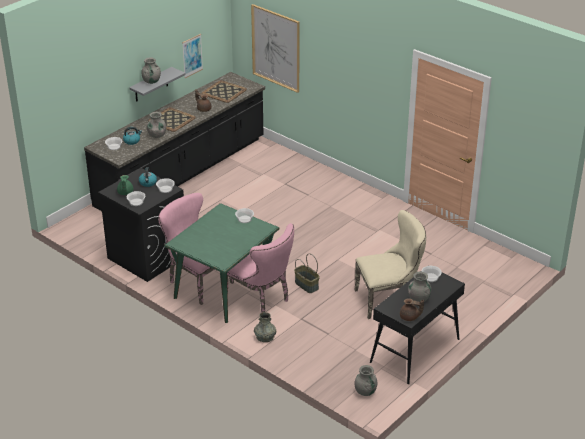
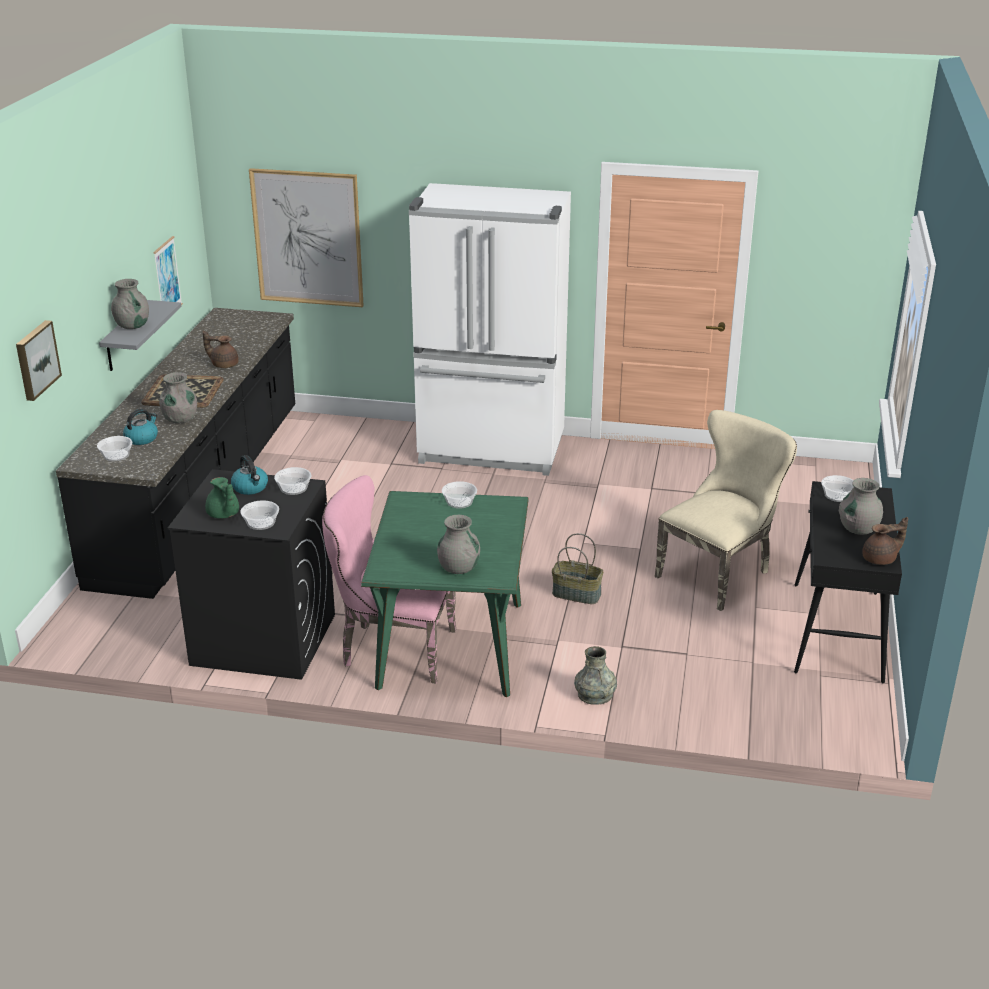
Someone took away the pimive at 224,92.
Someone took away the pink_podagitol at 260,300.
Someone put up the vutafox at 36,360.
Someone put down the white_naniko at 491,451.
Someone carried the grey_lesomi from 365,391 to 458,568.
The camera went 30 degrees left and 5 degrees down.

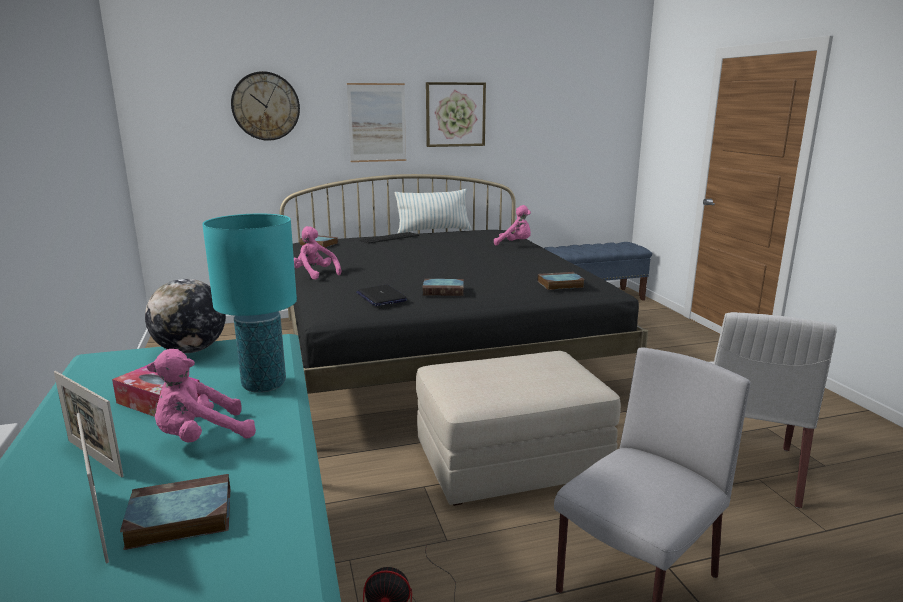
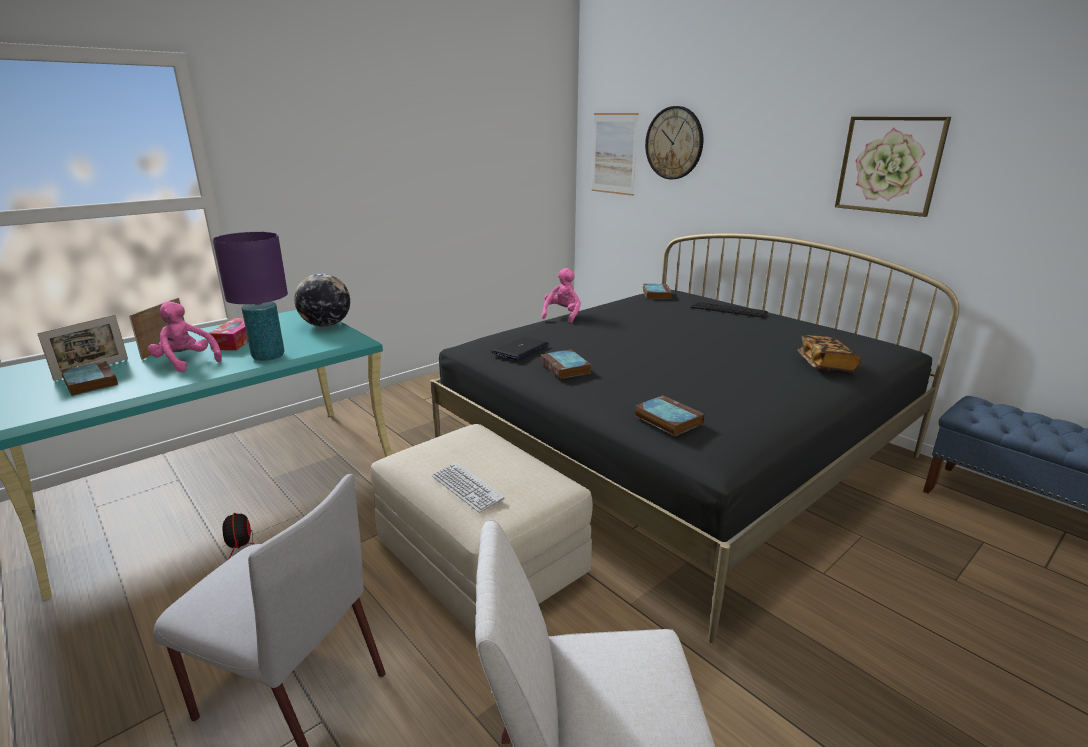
Someone took away the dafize at 433,231.
Someone put down the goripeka at 467,488.
Someone carried the vutafox from 377,123 to 614,154.
Someone swapped the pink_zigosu at 515,244 for the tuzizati at 825,365.
Someone repainted the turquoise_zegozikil at 264,385, which became the purple_zegozikil at 268,356.
The camera went 65 degrees right and 5 degrees up.

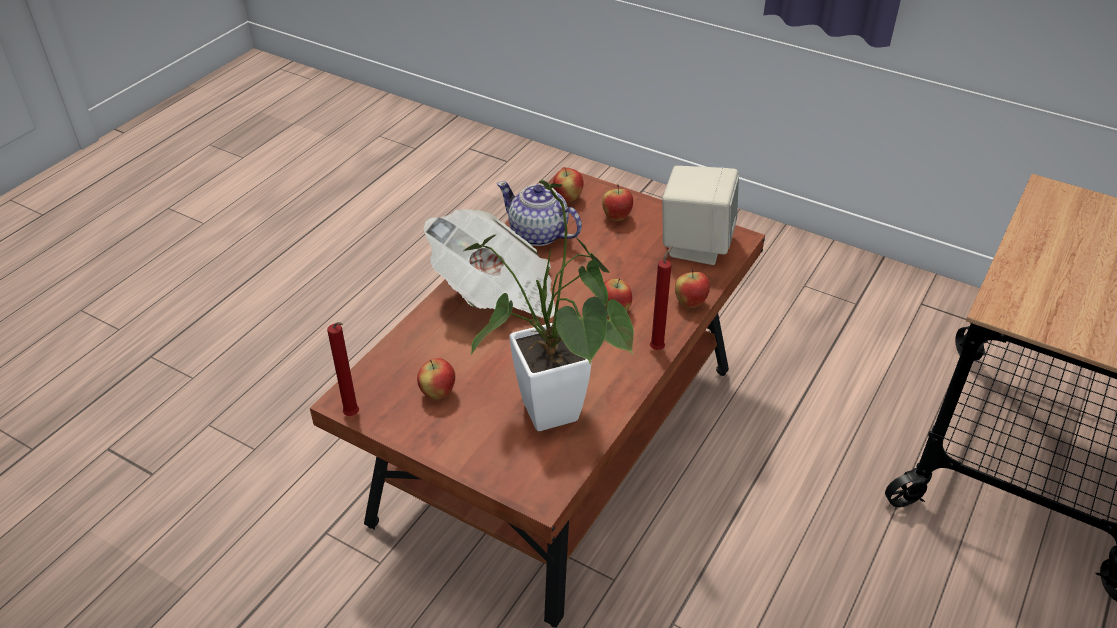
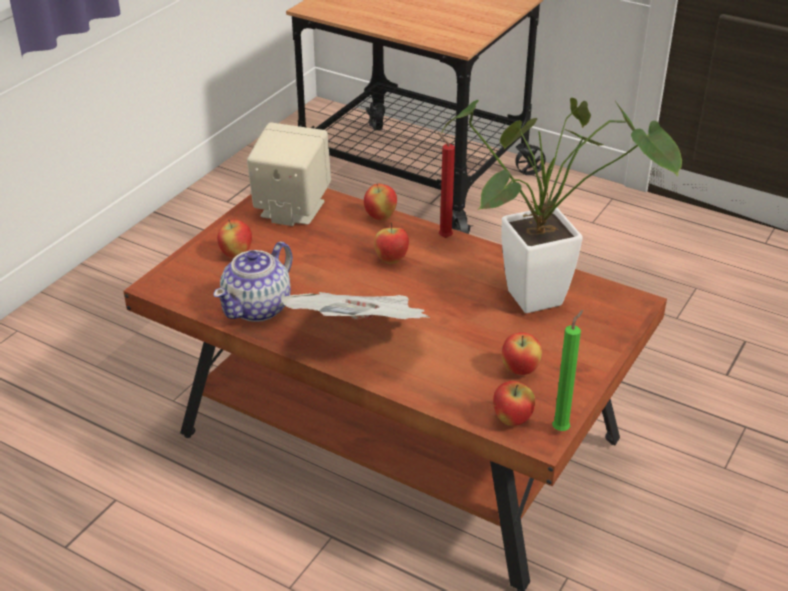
Someone carried the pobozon from 568,198 to 512,420.
Someone repainted the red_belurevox at 353,416, which became the green_belurevox at 562,428.
The camera went 90 degrees left and 5 degrees down.

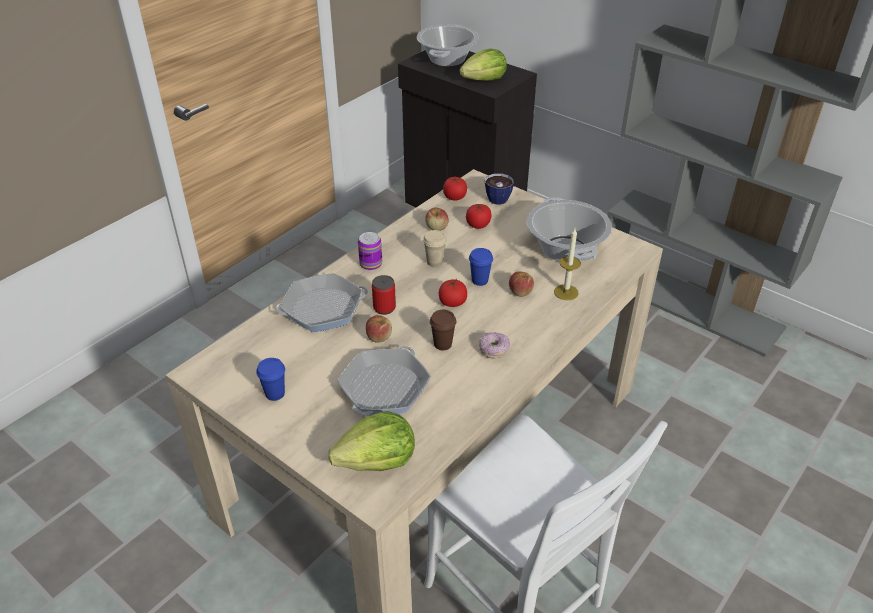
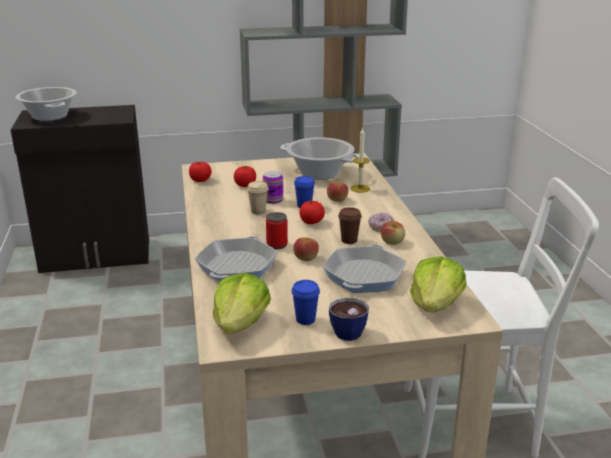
Someone carried the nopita from 371,264 to 273,200.
Someone carried the pobozon from 437,228 to 392,242.
Someone carried the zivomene from 484,80 to 240,324.
Someone carried the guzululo from 500,197 to 345,330.
Someone rotated the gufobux at 385,388 by 135 degrees counterclockwise.
The camera went 50 degrees left and 15 degrees down.

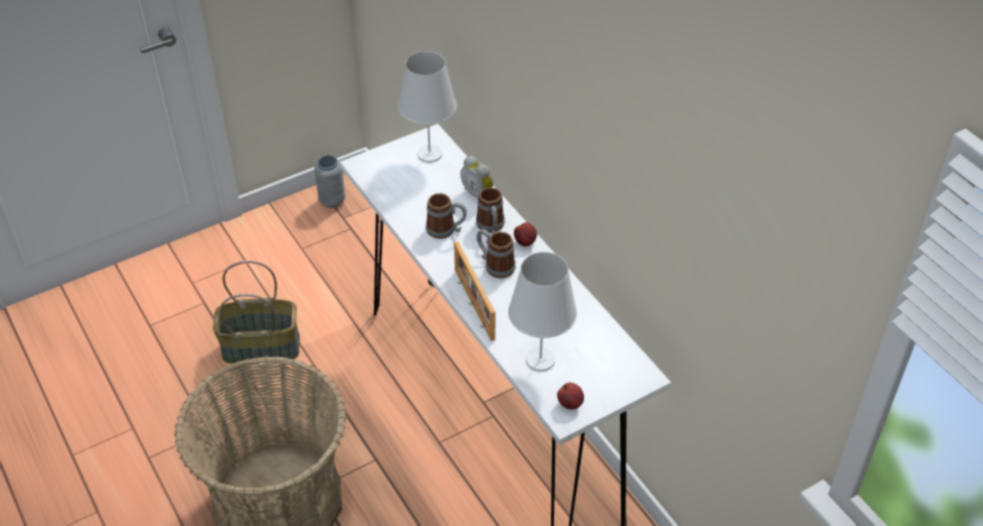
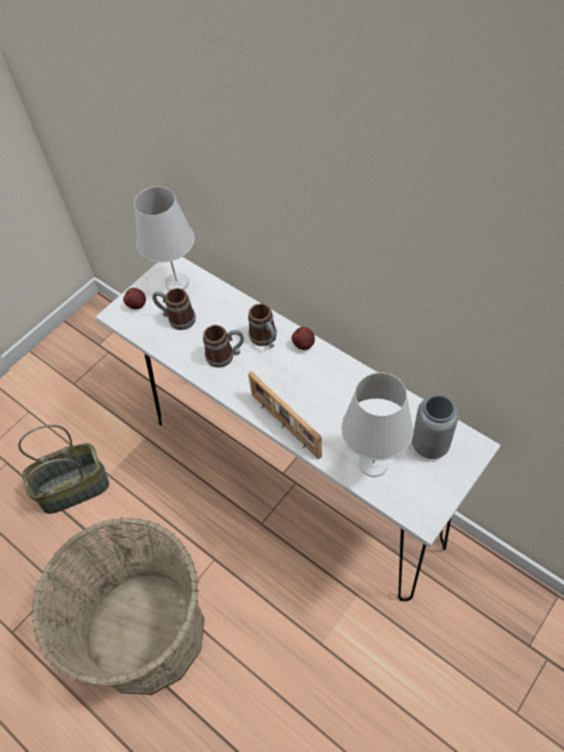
Someone took away the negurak at 478,193.
Someone carried the grey_lesomi from 332,201 to 430,445.
Someone carried the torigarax from 495,265 to 177,318.
Someone carried the pobozon from 570,404 to 137,305.
The camera went 15 degrees left and 10 degrees up.

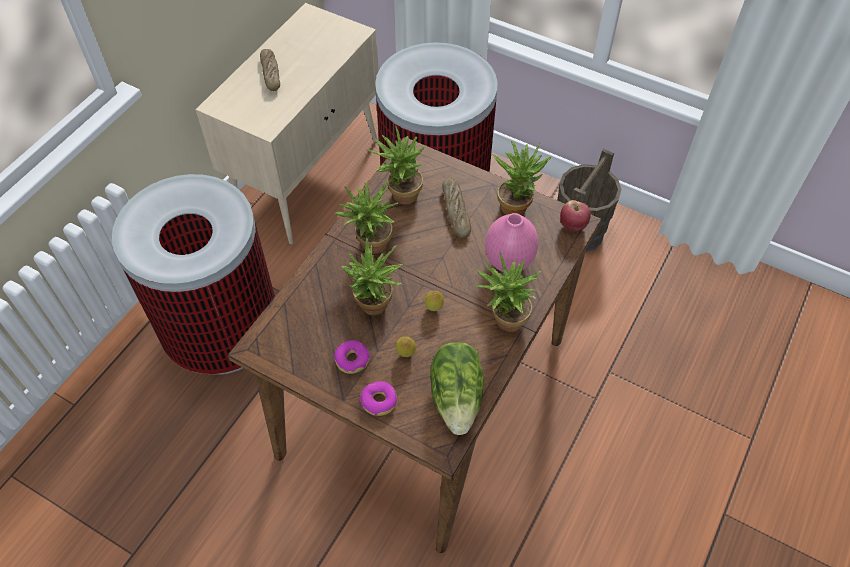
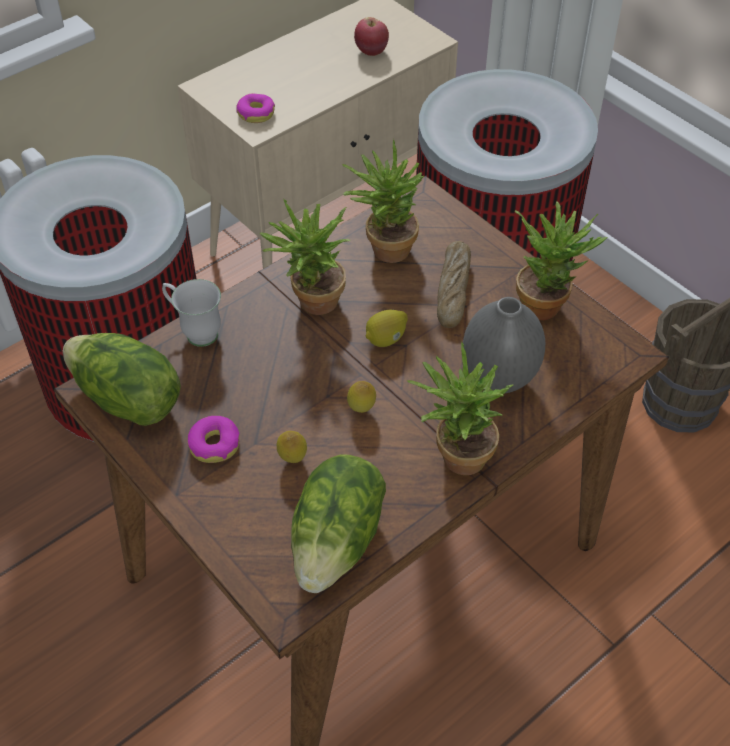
Someone took away the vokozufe at 270,73.
Someone took away the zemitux at 374,309.
Someone put down the zivomene at 127,401.
Someone put down the white_torigarax at 195,331.
Someone put down the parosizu at 386,339.
Someone carried the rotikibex from 379,401 to 256,113.
Someone carried the pobozon from 573,226 to 371,51.
Someone repainted the pink_lesomi at 509,263, which became the grey_lesomi at 500,380.
The camera went 20 degrees right and 5 degrees down.

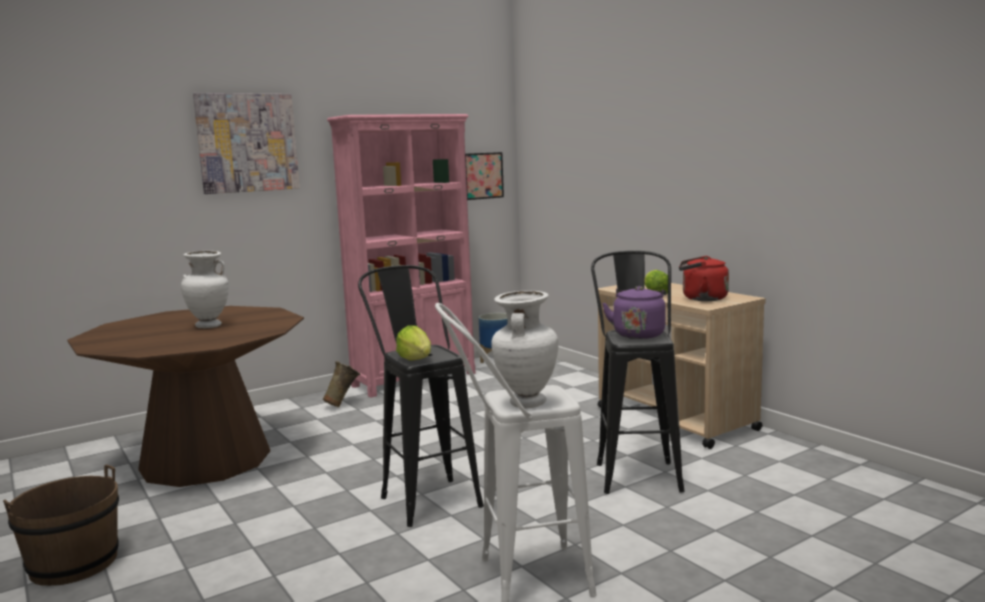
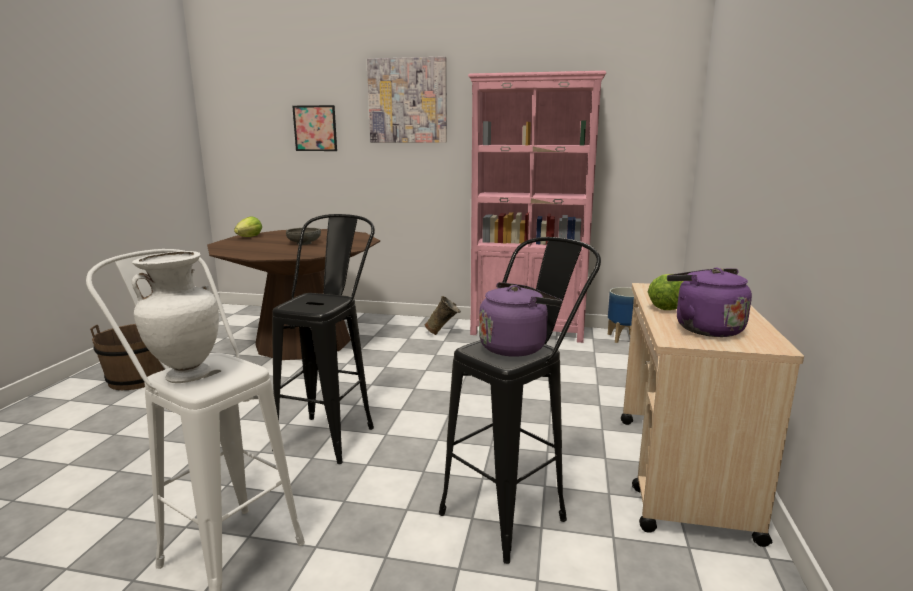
Someone carried the zivomene from 416,360 to 249,237.
Someone carried the vutafox from 483,175 to 315,128.
Someone swapped the white_lesomi at 209,326 for the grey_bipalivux at 304,243.
Someone repainted the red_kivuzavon at 701,298, which became the purple_kivuzavon at 704,328.
The camera went 45 degrees right and 5 degrees up.

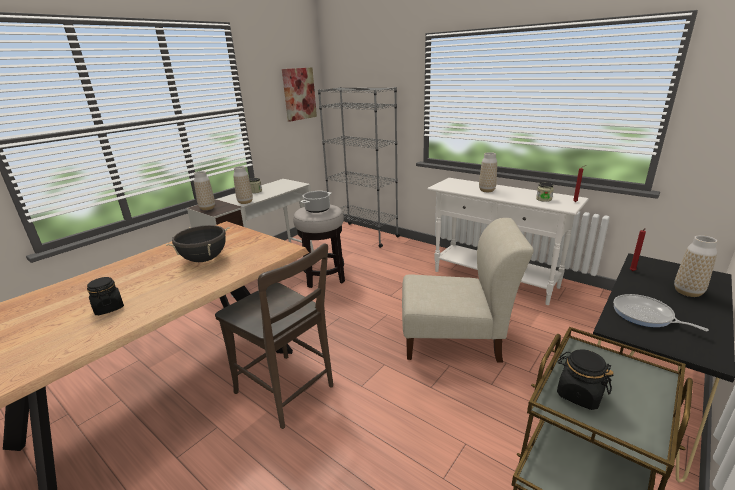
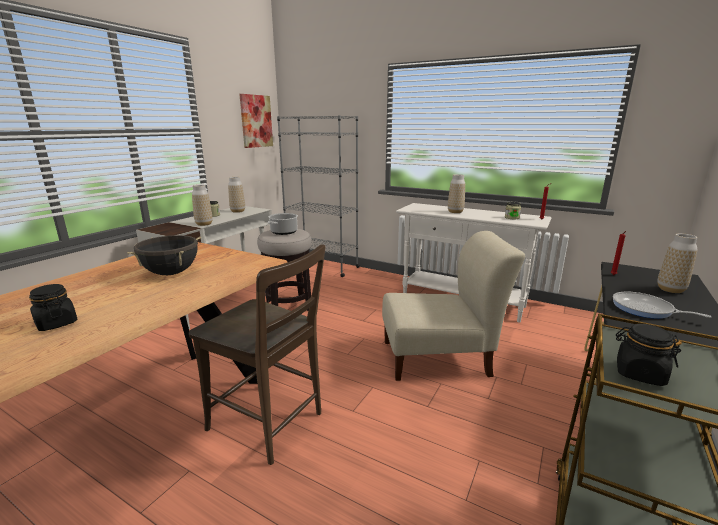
Someone carried the lesomi from 207,208 to 238,211.
The camera went 10 degrees left and 5 degrees down.

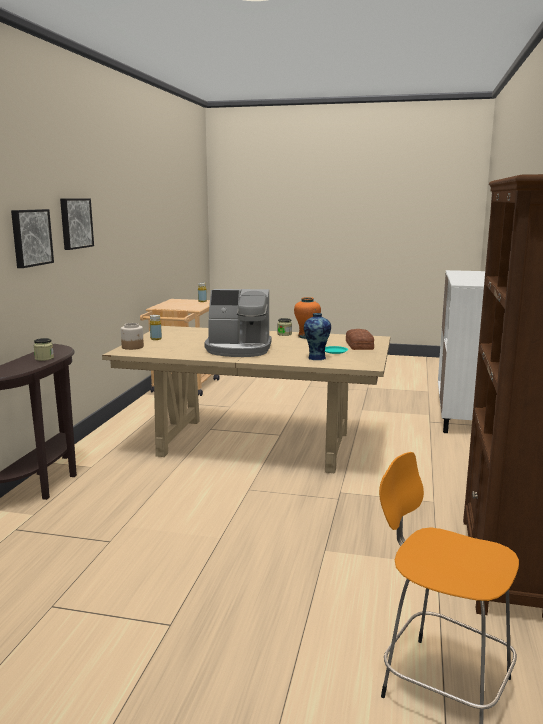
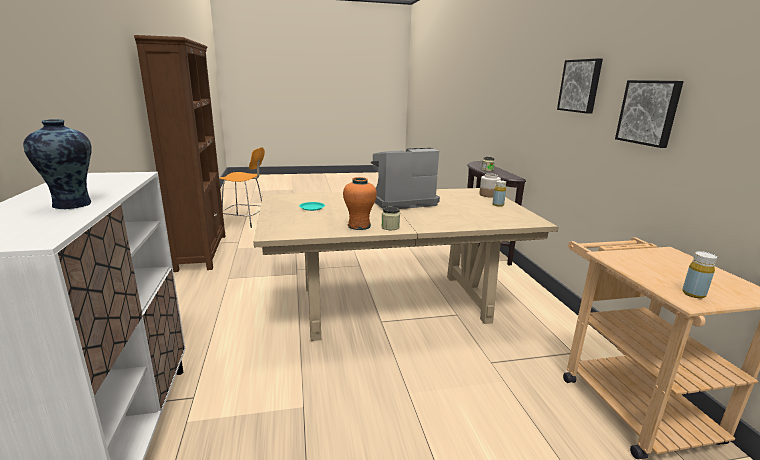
Someone took away the vokozufe at 360,345.
Someone carried the vutafox from 30,237 to 649,112.
Someone carried the lesomi from 316,358 to 72,205.
The camera went 155 degrees right and 5 degrees up.

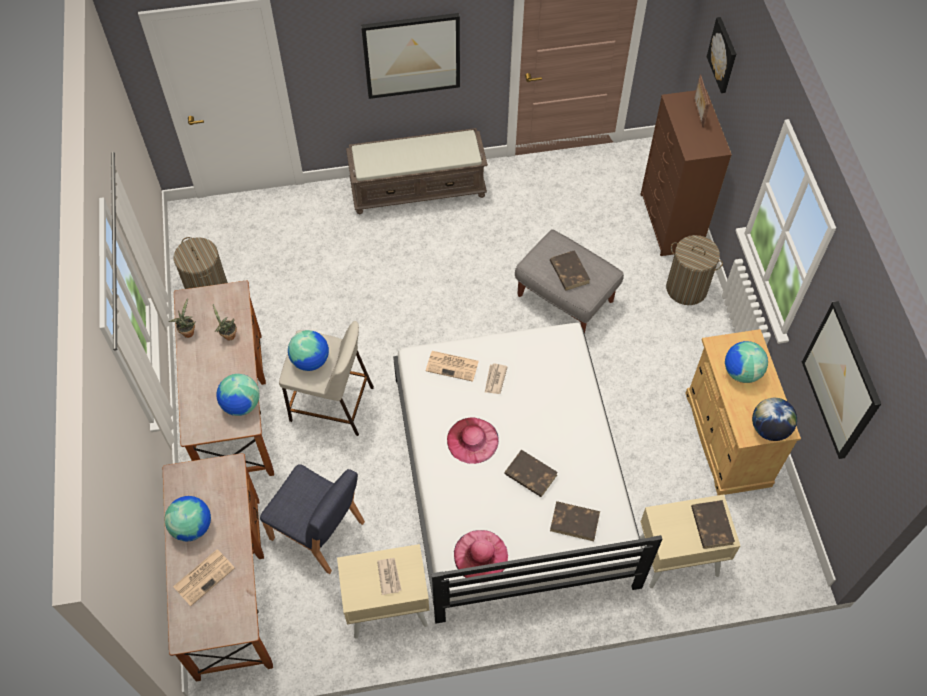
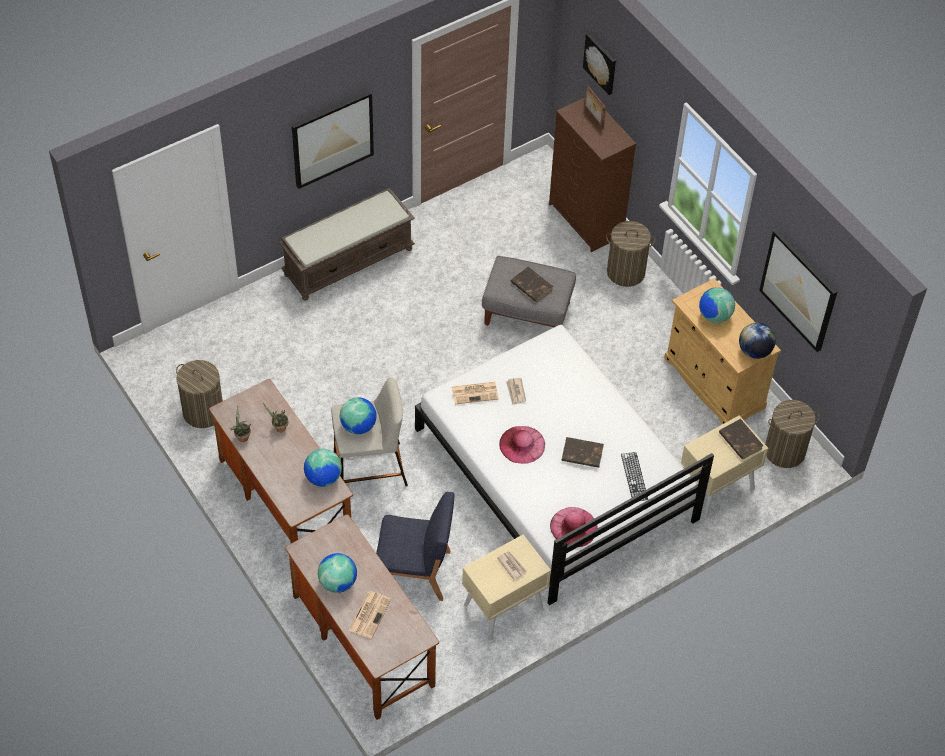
Someone put down the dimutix at 784,451.
Someone swapped the brown_tuzizati at 575,522 for the goripeka at 634,477.
The camera went 25 degrees left and 5 degrees down.

